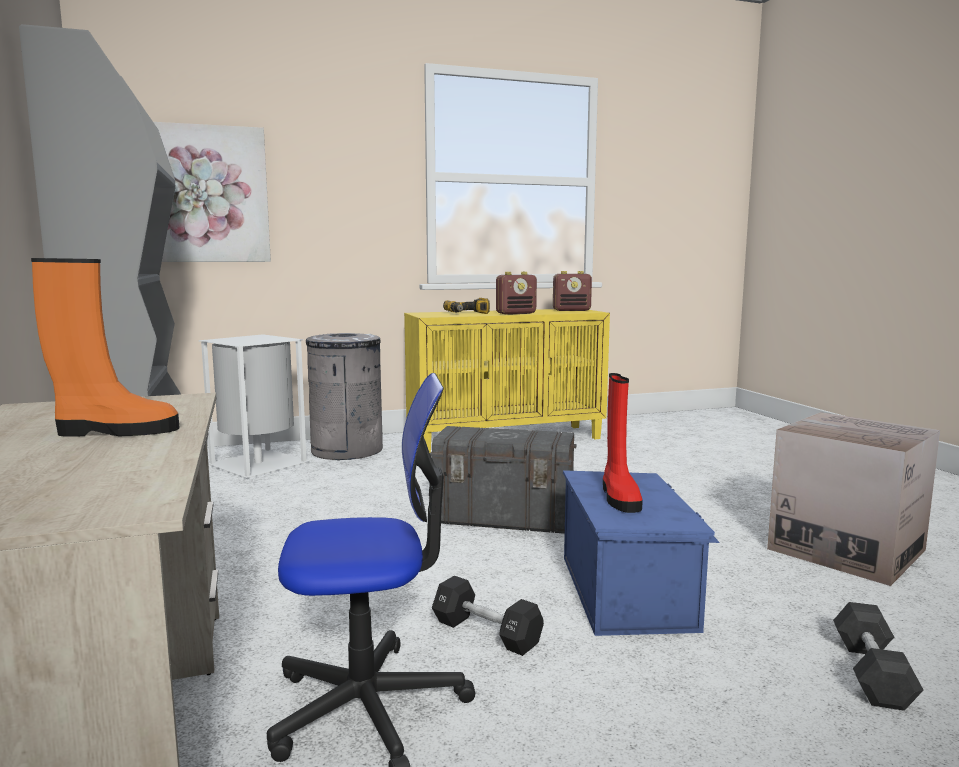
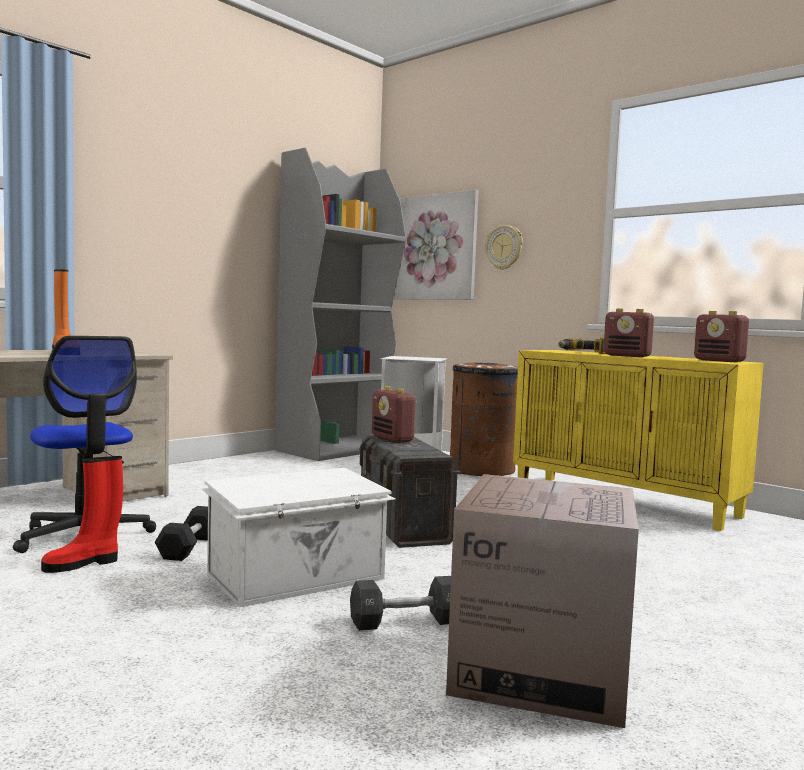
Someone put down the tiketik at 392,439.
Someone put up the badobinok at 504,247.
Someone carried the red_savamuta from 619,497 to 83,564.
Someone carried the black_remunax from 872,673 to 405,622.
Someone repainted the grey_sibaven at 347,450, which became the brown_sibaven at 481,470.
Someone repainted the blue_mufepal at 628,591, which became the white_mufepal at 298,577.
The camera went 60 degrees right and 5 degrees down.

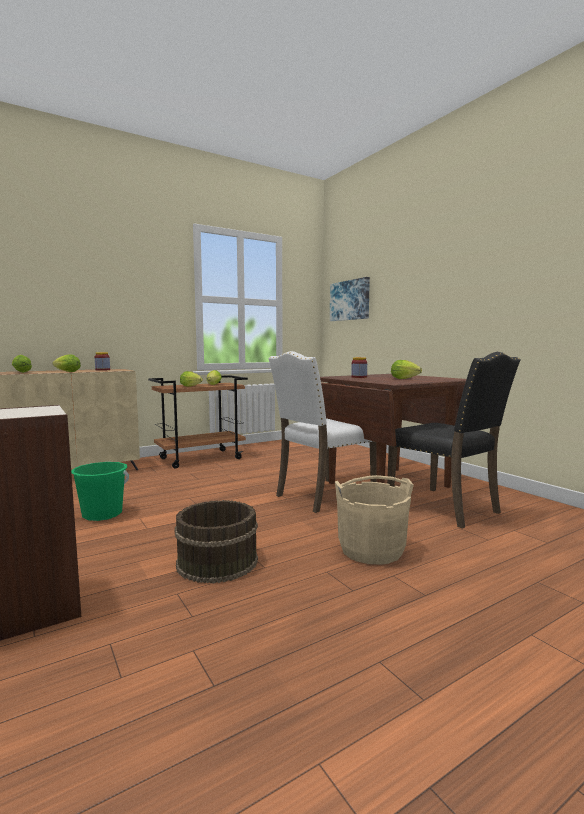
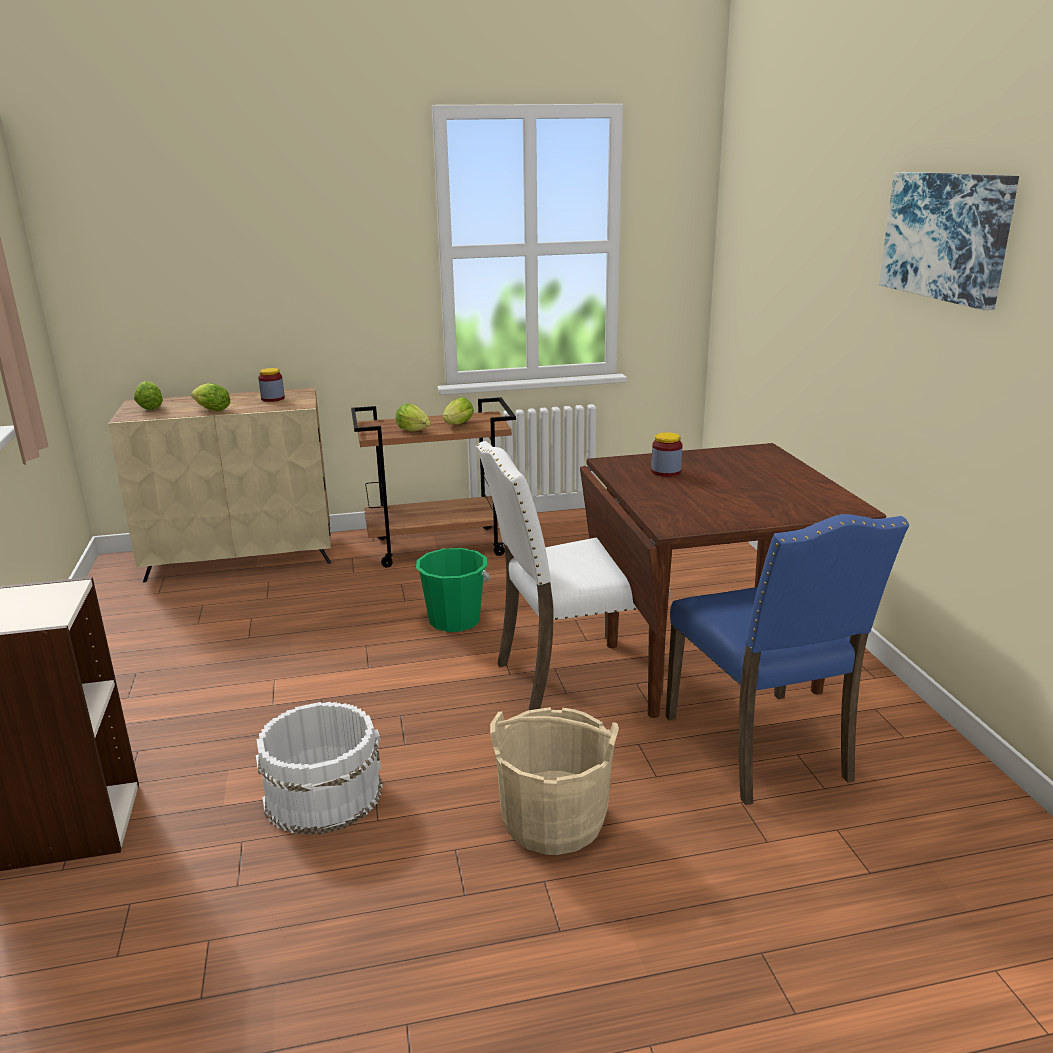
Someone took away the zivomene at 406,379.
Someone carried the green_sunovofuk from 102,514 to 454,621.
Someone carried the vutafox from 350,300 to 947,236.
Someone repainted the brown_sunovofuk at 217,561, which became the white_sunovofuk at 323,794.
Someone repainted the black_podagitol at 446,508, which became the blue_podagitol at 762,748.
The camera went 20 degrees right and 15 degrees up.

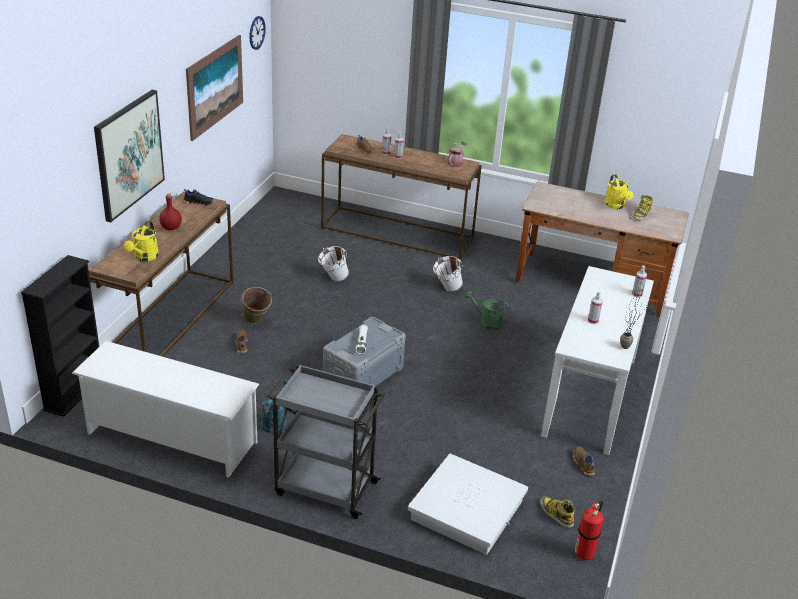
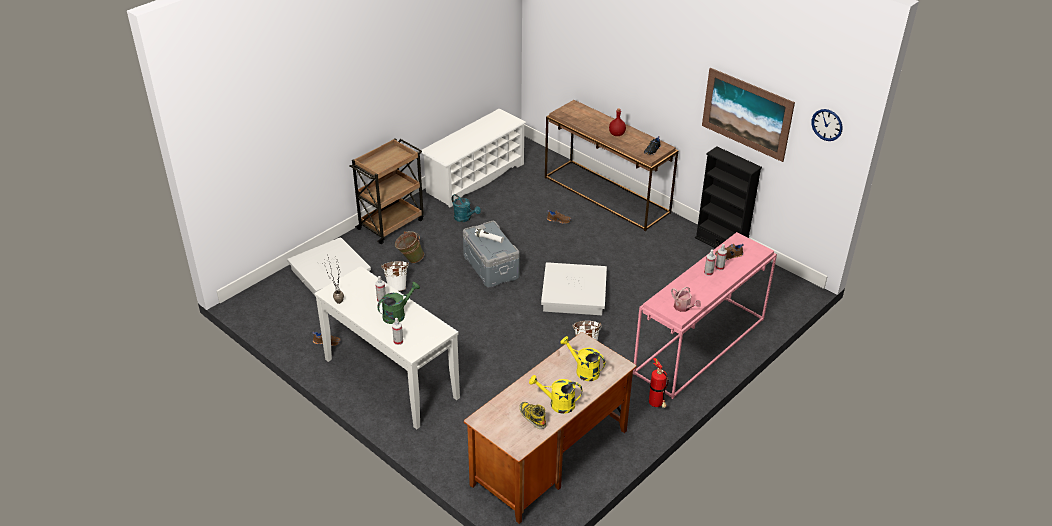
Someone took away the vutafox at 129,154.
Someone took away the savamuta at 556,514.
Someone put down the white_mufepal at 574,294.
Someone carried the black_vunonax from 74,392 to 720,245.
Someone carried the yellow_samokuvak from 144,257 to 583,371.
Someone carried the green_sunovofuk from 256,322 to 410,260.
Someone carried the white_sunovofuk from 333,279 to 397,287.
Someone carried the green_samokuvak from 486,322 to 397,314.
Someone carried the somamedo from 585,553 to 656,405.
Someone repainted the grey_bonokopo at 324,488, which became the brown_bonokopo at 391,223.
Someone repainted the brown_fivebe at 398,233, which became the pink_fivebe at 700,347.
The camera went 115 degrees right and 5 degrees up.

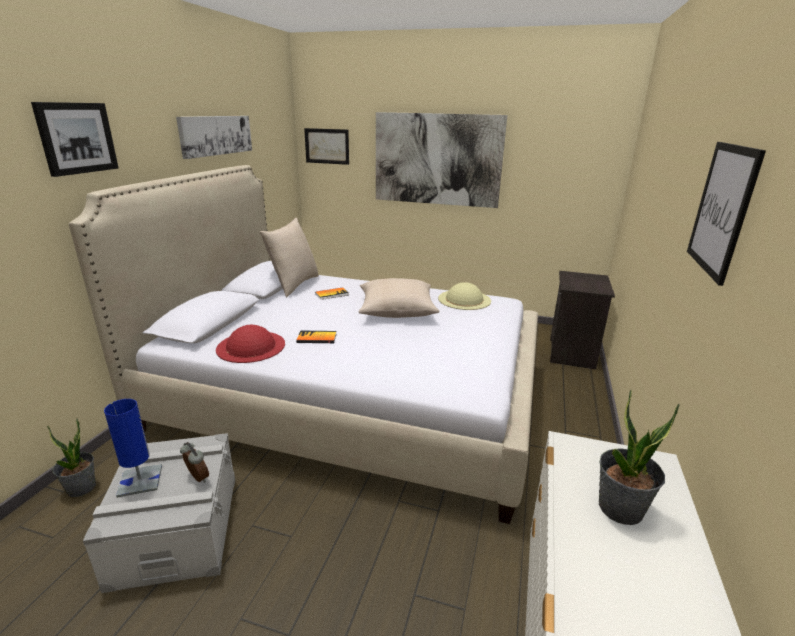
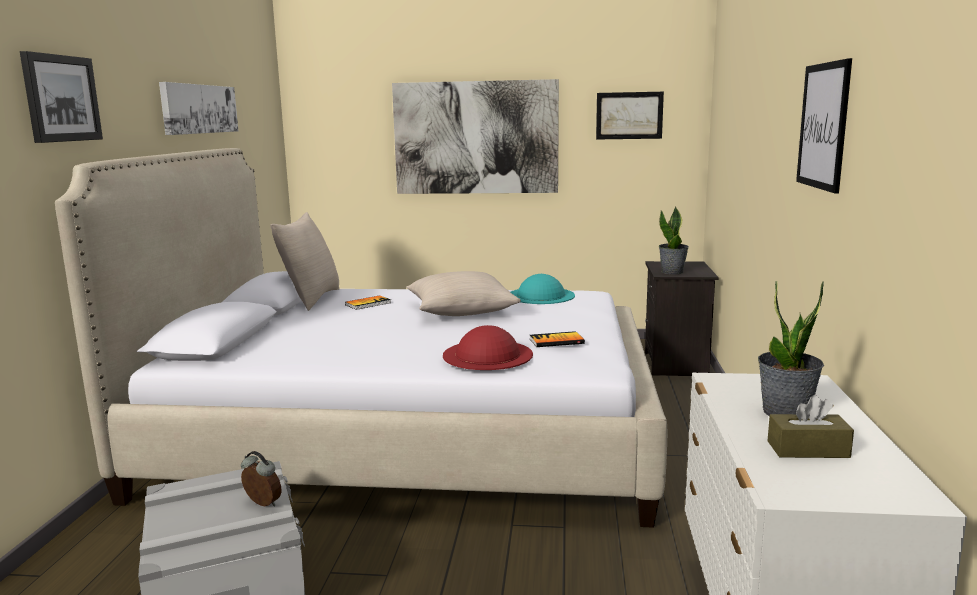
Someone took away the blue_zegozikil at 140,481.
Someone put down the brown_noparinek at 808,449.
Someone carried the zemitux from 81,488 to 672,272.
Someone carried the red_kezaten from 251,346 to 487,354.
Someone carried the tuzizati from 316,338 to 556,341.
Someone carried the vutafox from 327,146 to 629,115.
Someone repainted the beige_kezaten at 464,299, which became the turquoise_kezaten at 541,295.
The camera went 10 degrees left and 10 degrees down.

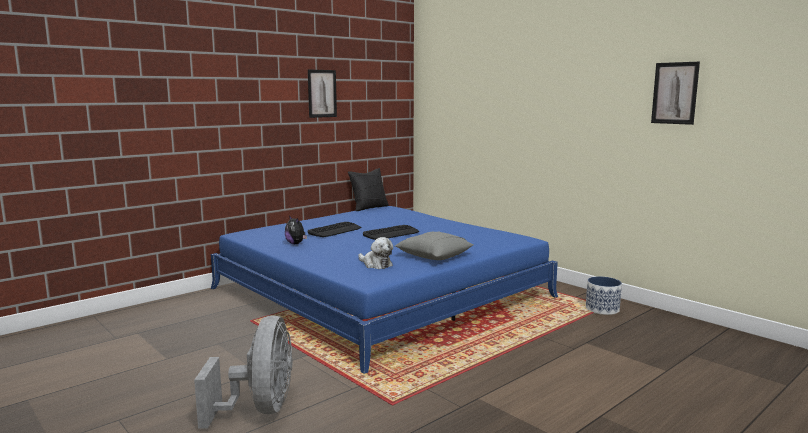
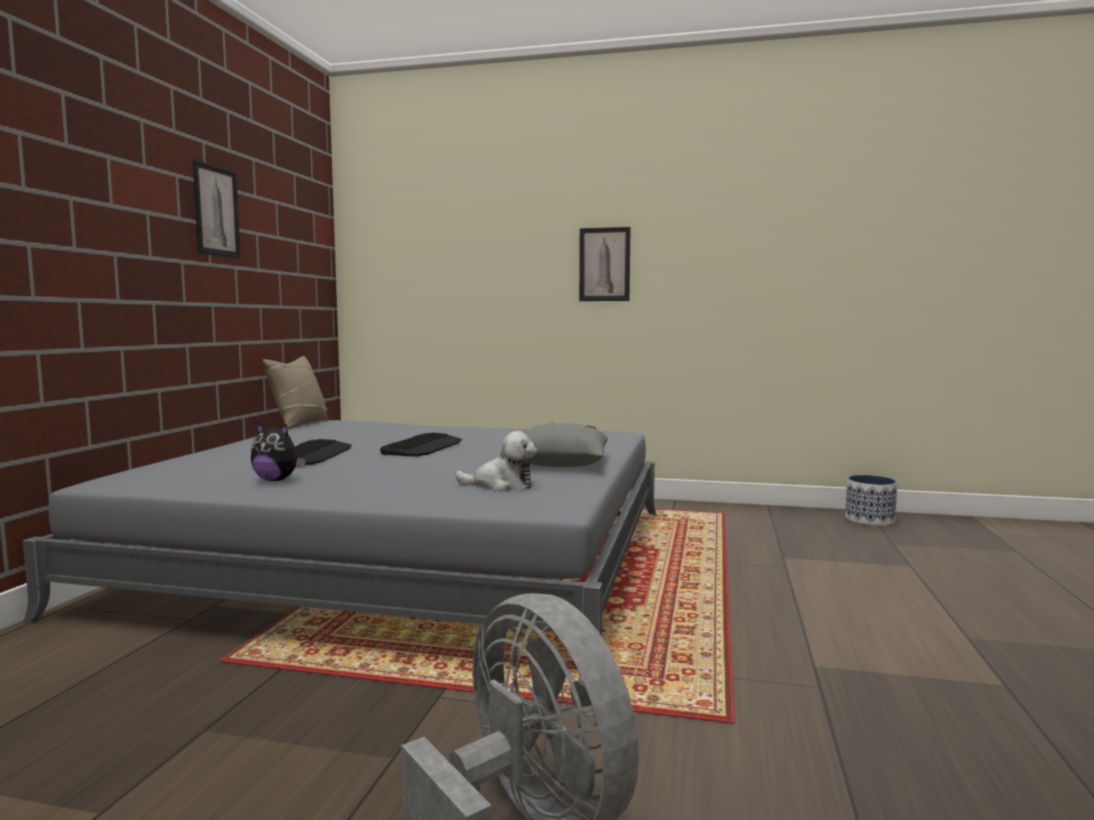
Someone carried the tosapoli from 602,309 to 870,520.
Someone carried the vutafox from 675,93 to 604,264.
Someone repainted the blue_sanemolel at 380,293, which became the grey_sanemolel at 409,557.
Someone repainted the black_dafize at 369,207, which became the beige_dafize at 299,424.
The camera went 35 degrees left and 5 degrees down.

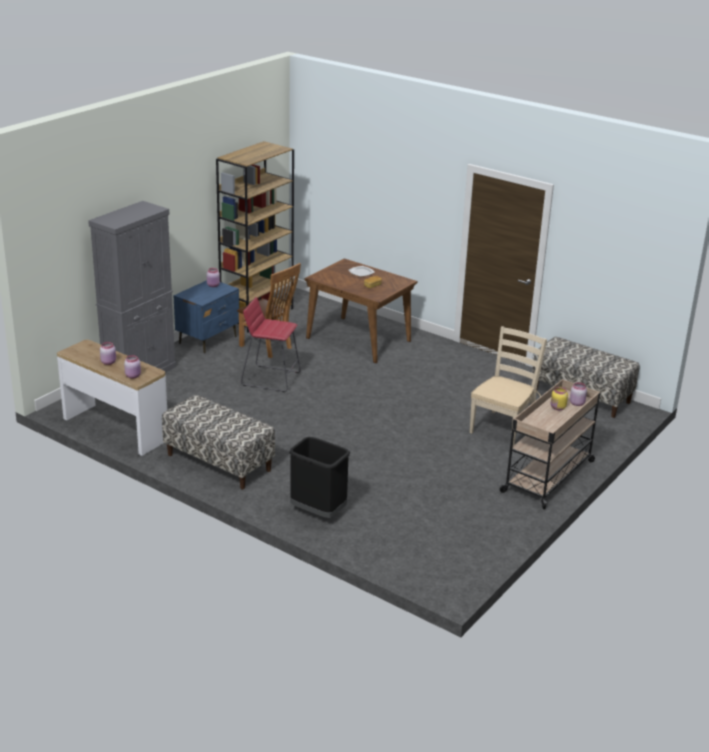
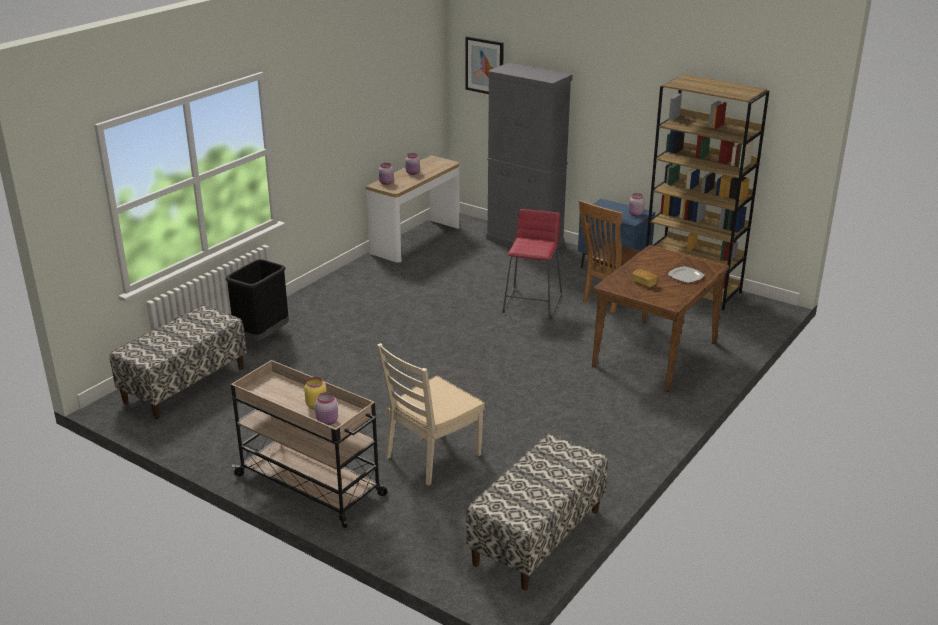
Someone put up the vutafox at 484,66.
Someone carried the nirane from 218,463 to 184,384.
Someone rotated the beige_podagitol at 502,428 by 105 degrees clockwise.
The camera went 90 degrees right and 0 degrees up.

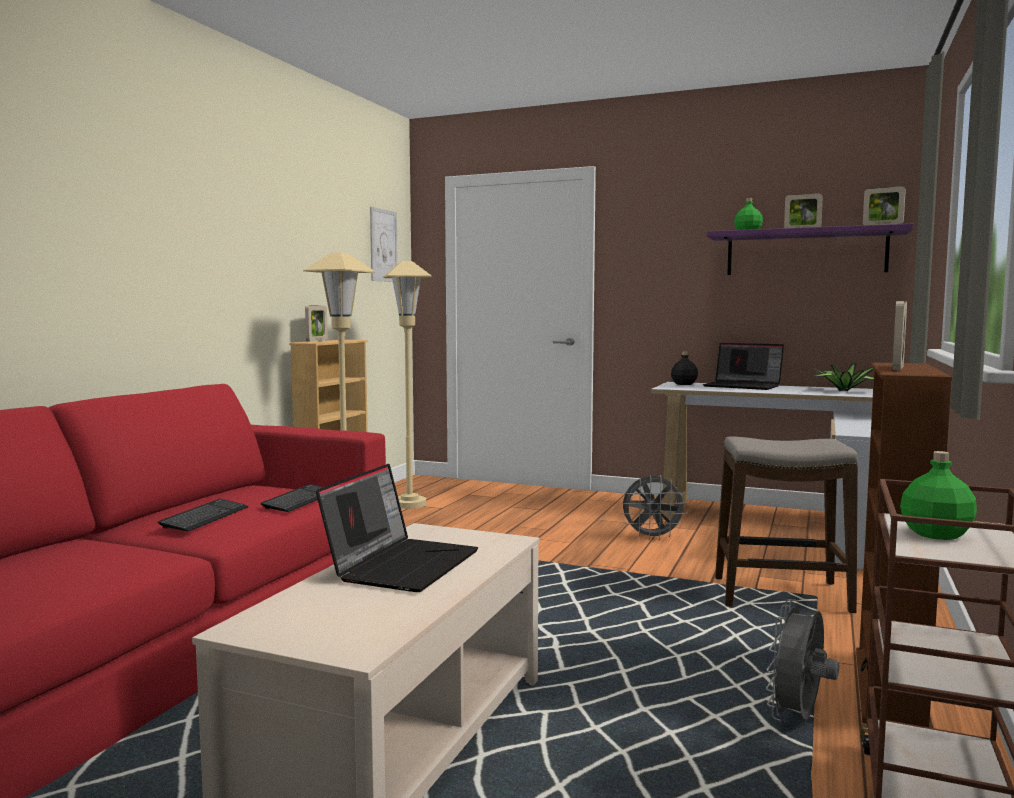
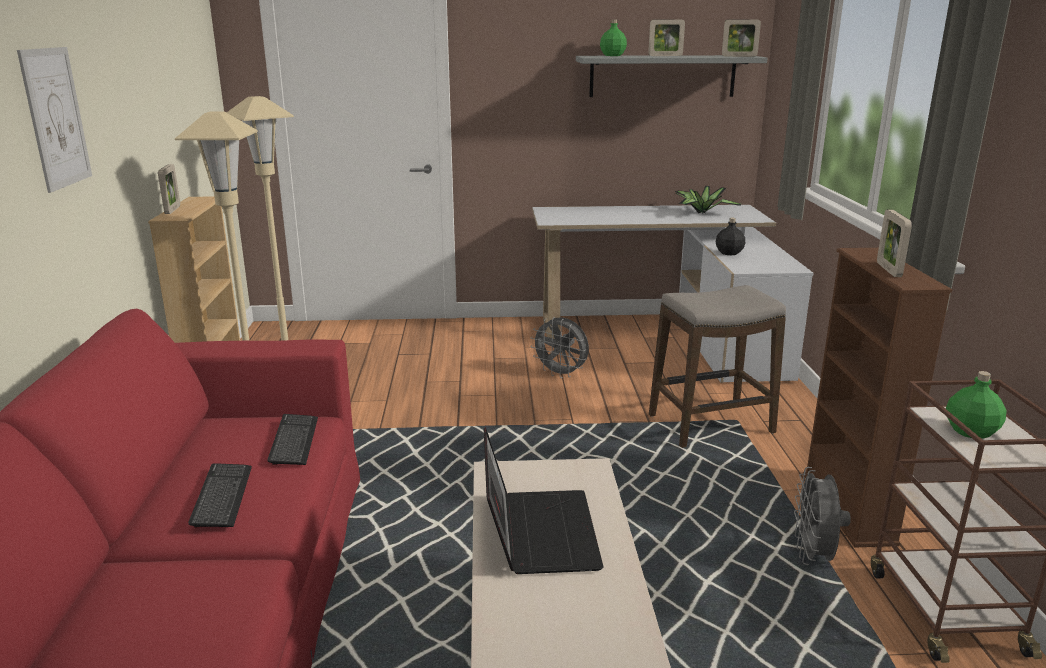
Someone took away the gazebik at 743,386.
Someone carried the vutafox from 383,245 to 56,118.
Someone carried the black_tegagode from 684,384 to 729,253.
Someone repainted the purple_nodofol at 805,253, which became the grey_nodofol at 662,76.
Someone rotated the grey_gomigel at 652,537 by 60 degrees clockwise.
The camera went 25 degrees left and 15 degrees up.

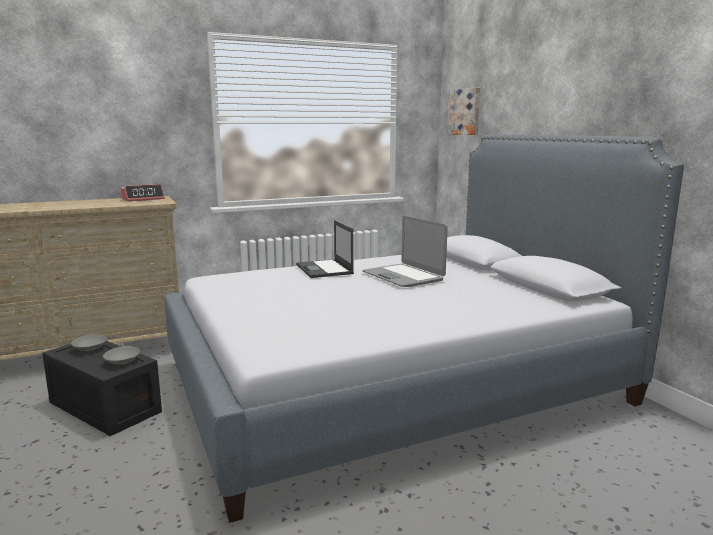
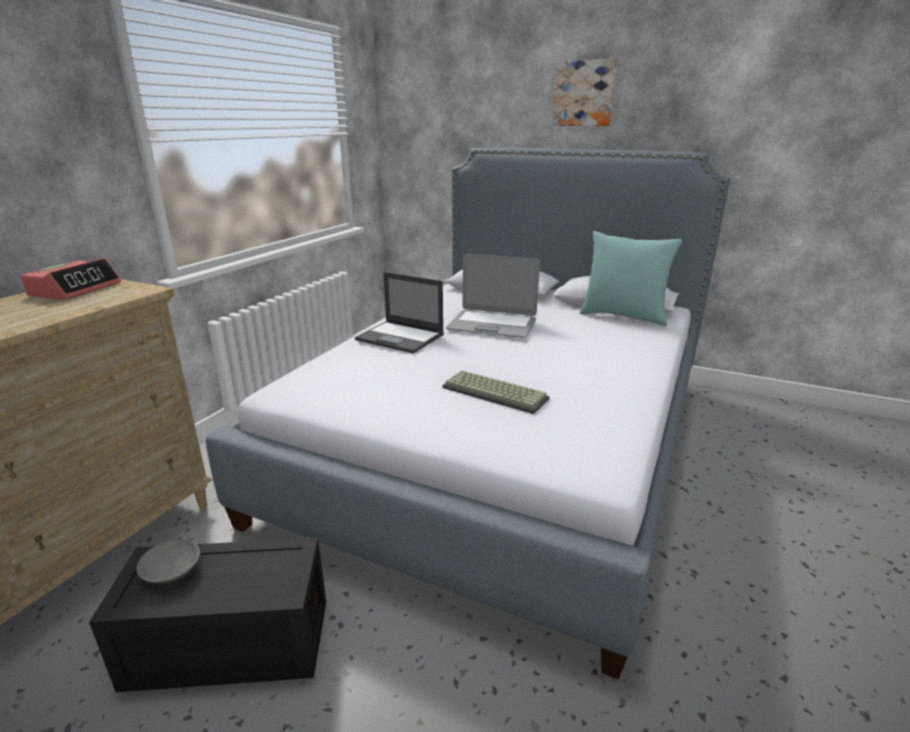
Someone took away the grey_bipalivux at 122,361.
Someone put down the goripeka at 496,392.
Someone put down the turquoise_dafize at 623,316.
Someone carried the vutafox from 465,112 to 584,94.
The camera went 40 degrees left and 10 degrees up.

